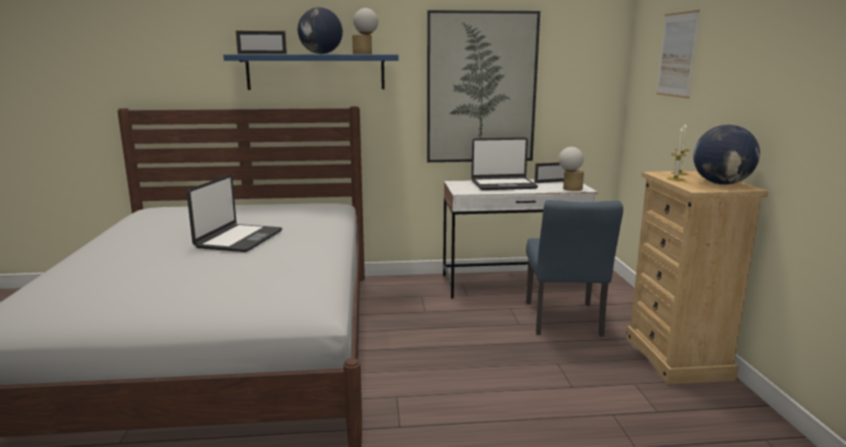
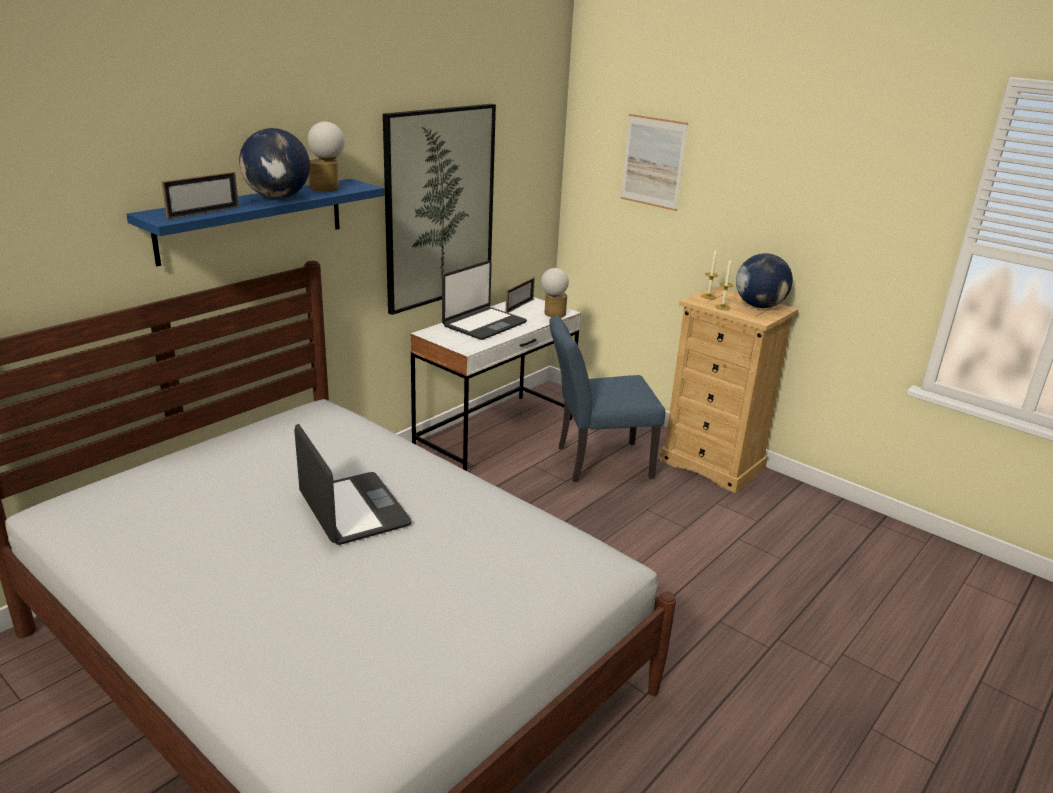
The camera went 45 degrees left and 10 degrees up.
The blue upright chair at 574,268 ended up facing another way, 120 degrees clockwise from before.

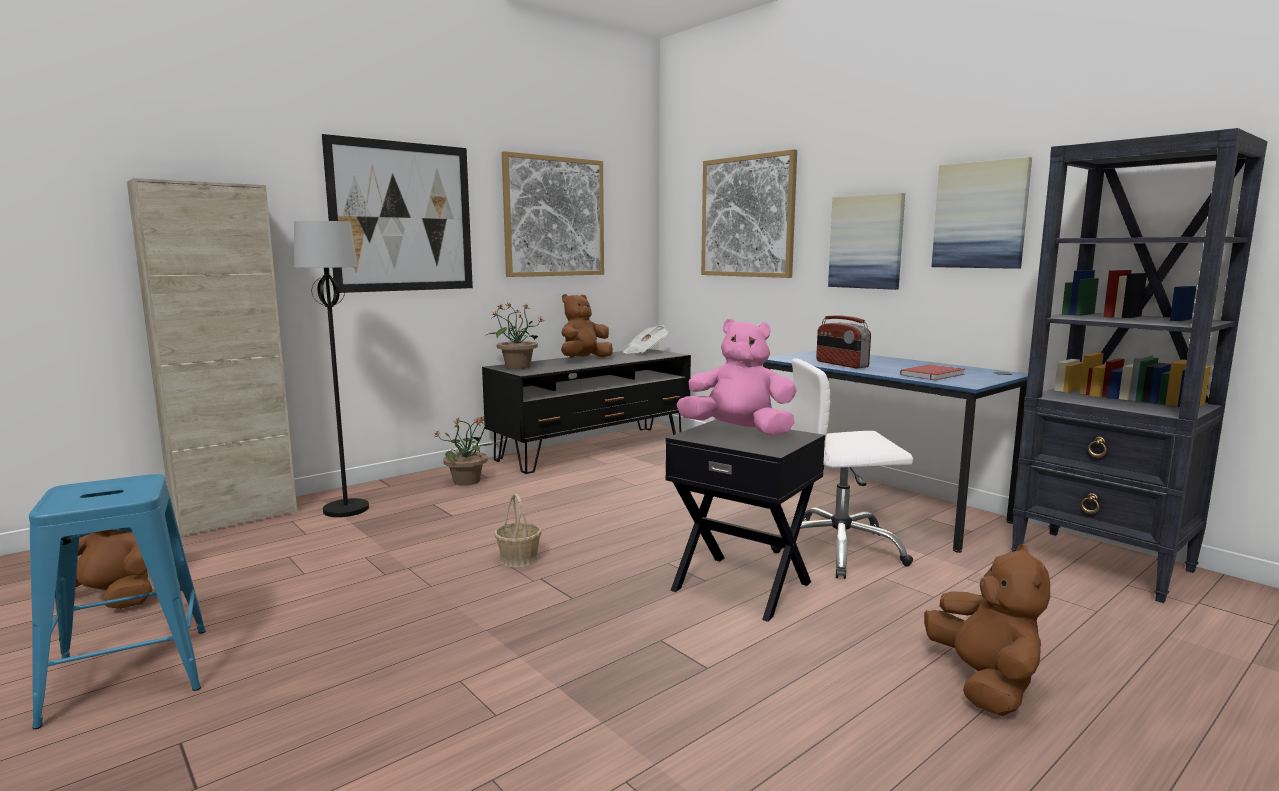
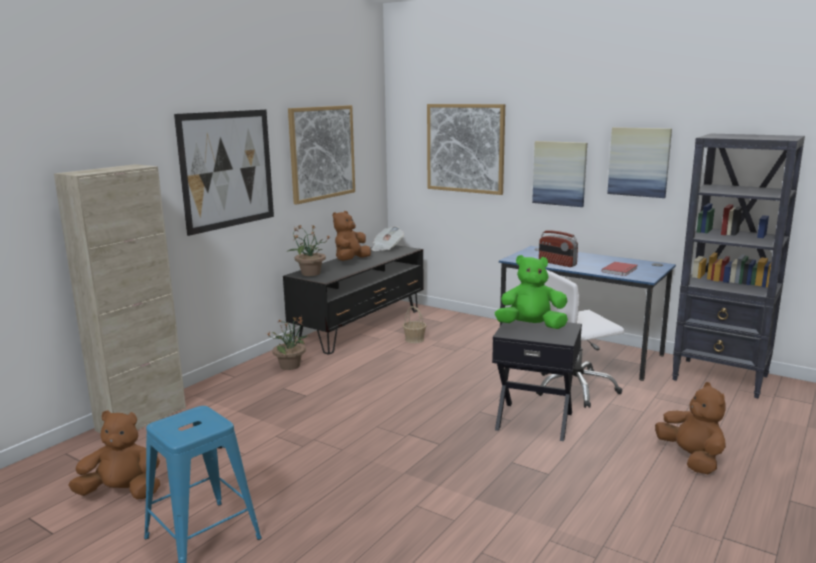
The camera went 15 degrees left and 5 degrees up.
The second view lost the black floor lamp at 331,369.
The basket ended up elsewhere, having gone from 518,530 to 414,324.
What was the pinkish soft toy at 736,377 turned into the green soft toy at 531,292.

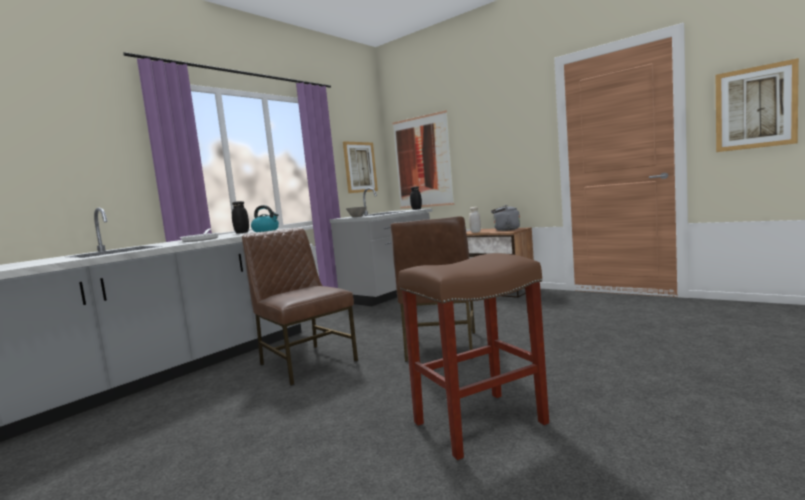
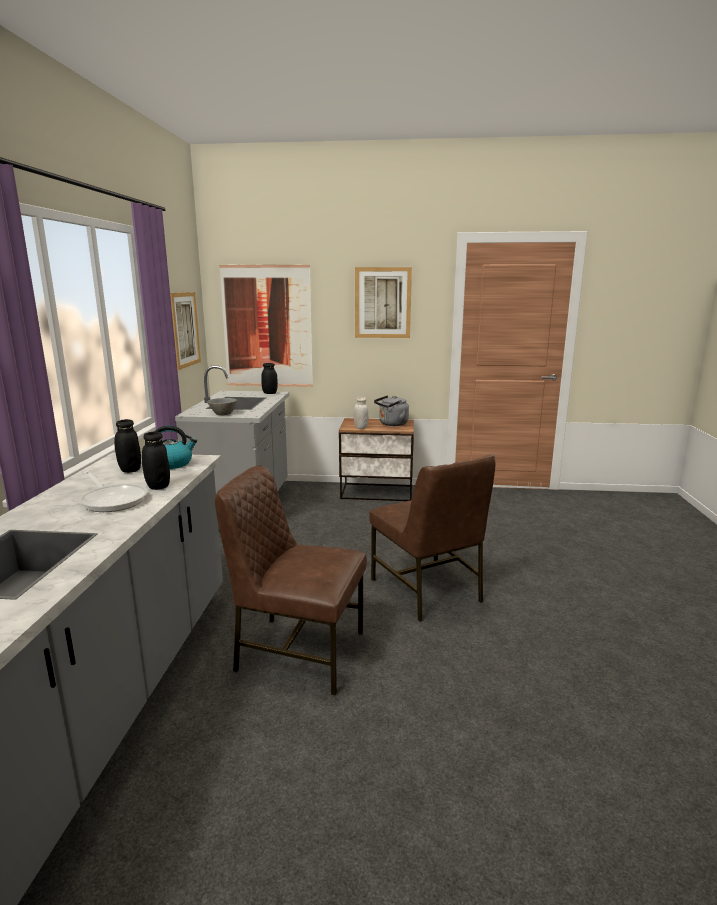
The camera went 35 degrees left and 10 degrees up.
The second view lost the brownish stool seat at 474,356.
The wall picture ended up elsewhere, having gone from 757,105 to 383,302.
The second view gained the black jar at 155,461.

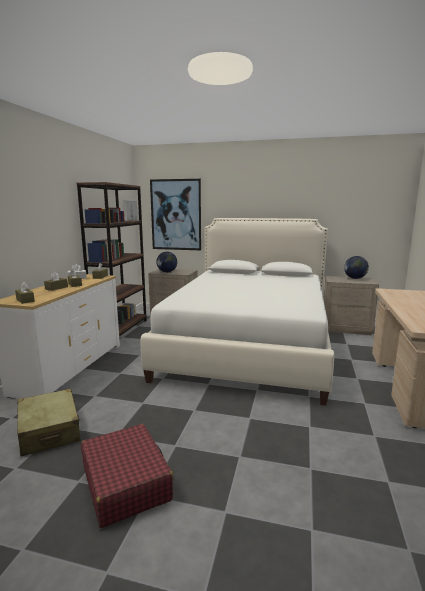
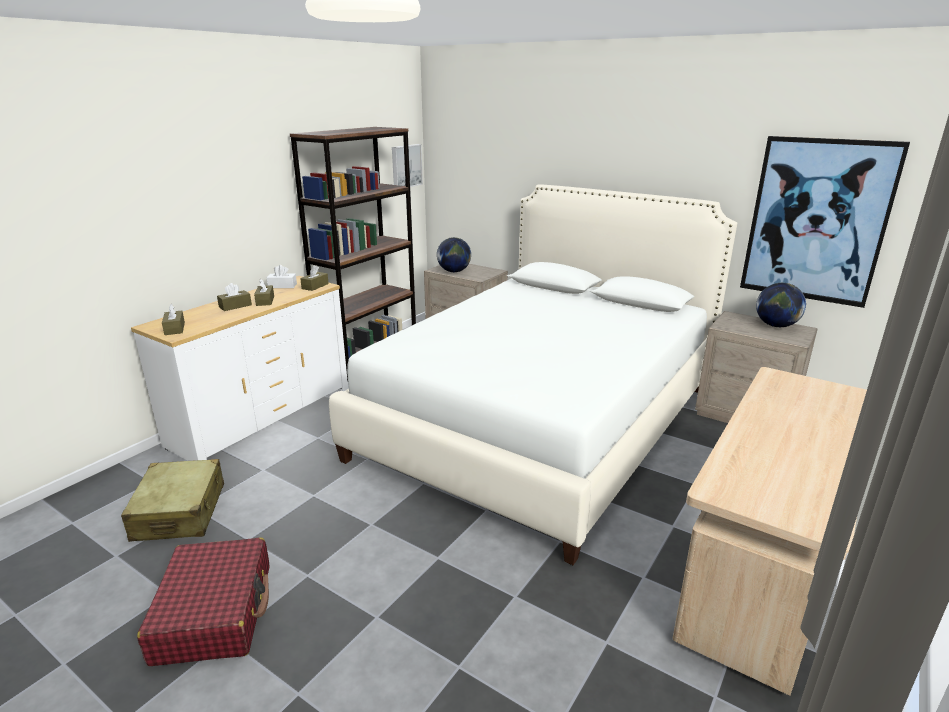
The camera went 20 degrees right and 10 degrees up.
The wall picture ended up elsewhere, having gone from 175,214 to 825,222.

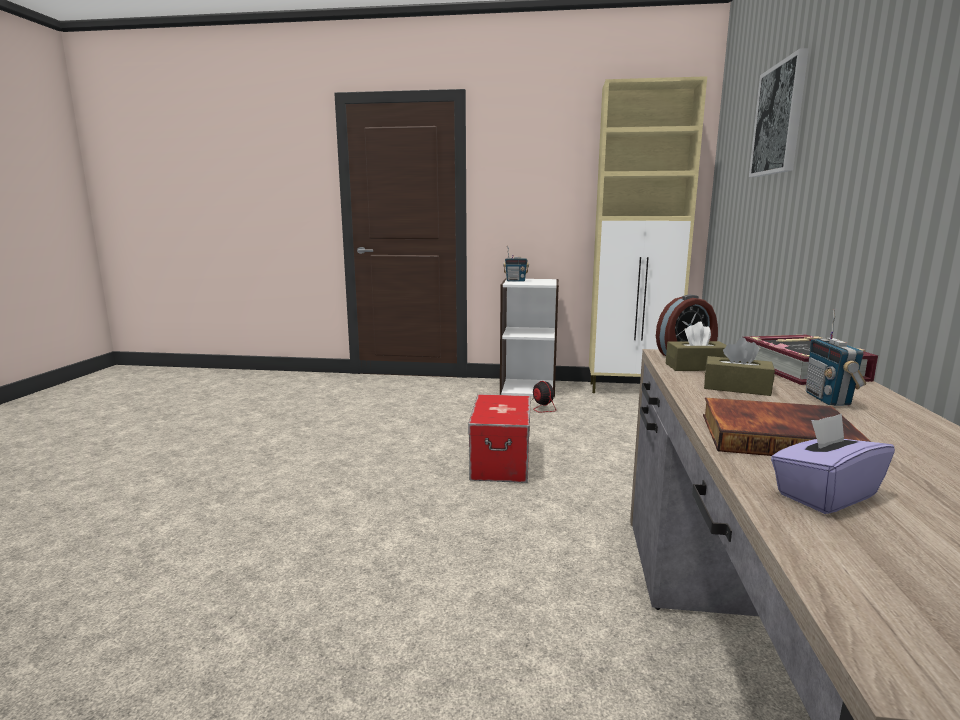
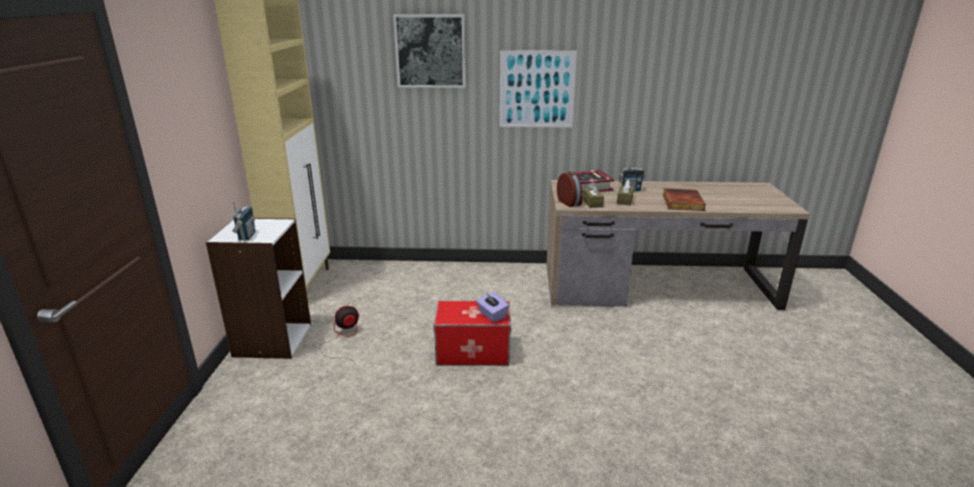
The camera went 95 degrees left and 10 degrees up.
The purple-coloured box of tissues ended up elsewhere, having gone from 833,463 to 492,307.
The second view gained the wall picture at 538,89.

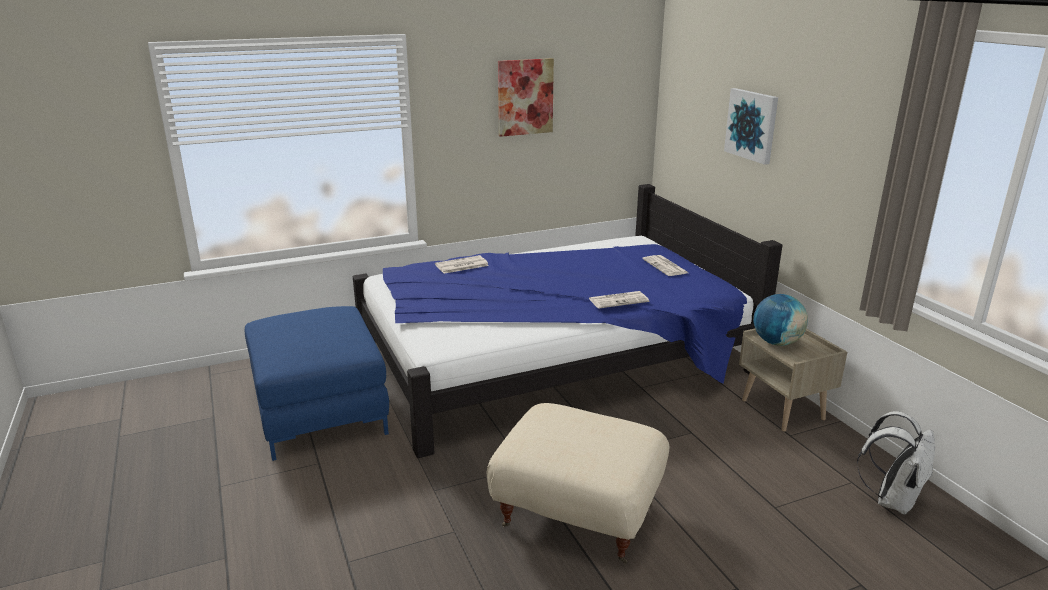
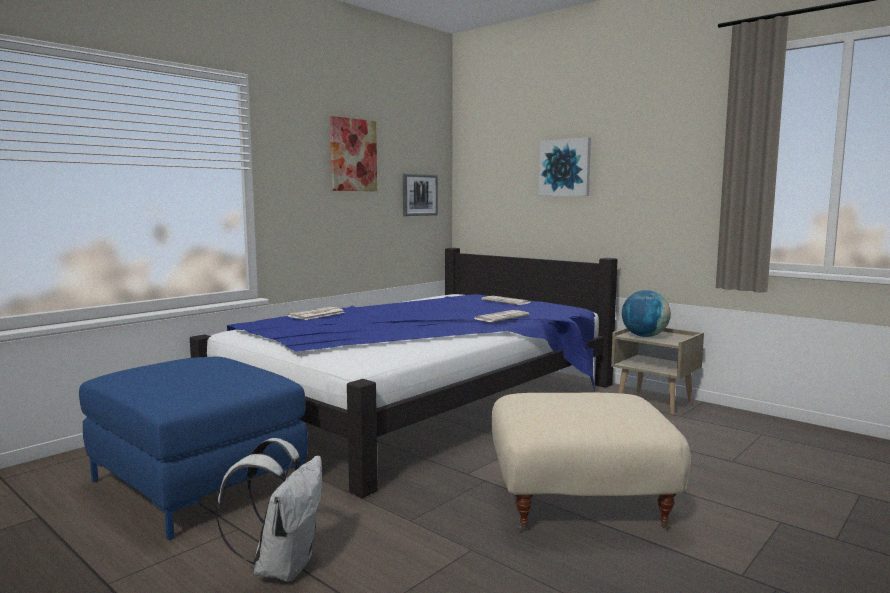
The camera went 25 degrees left and 15 degrees down.
The white-coloured knapsack ended up elsewhere, having gone from 896,463 to 269,510.
The second view gained the wall picture at 420,195.

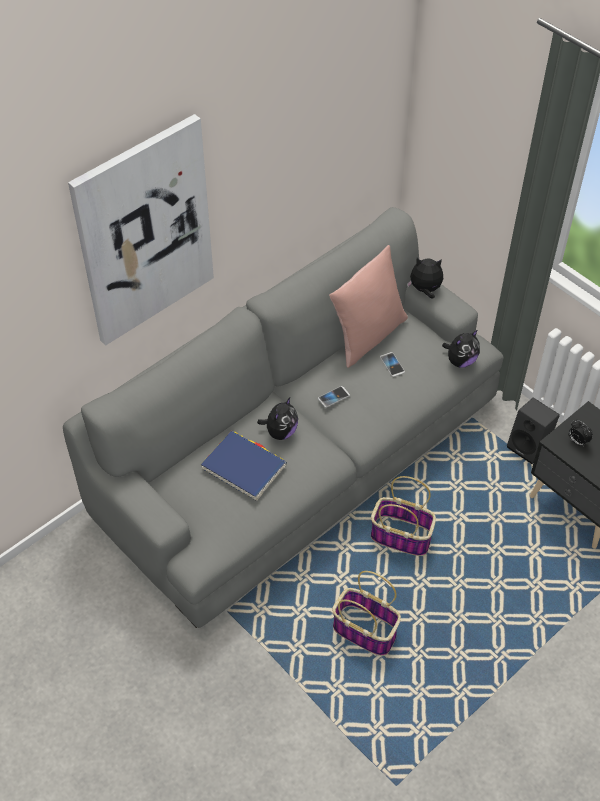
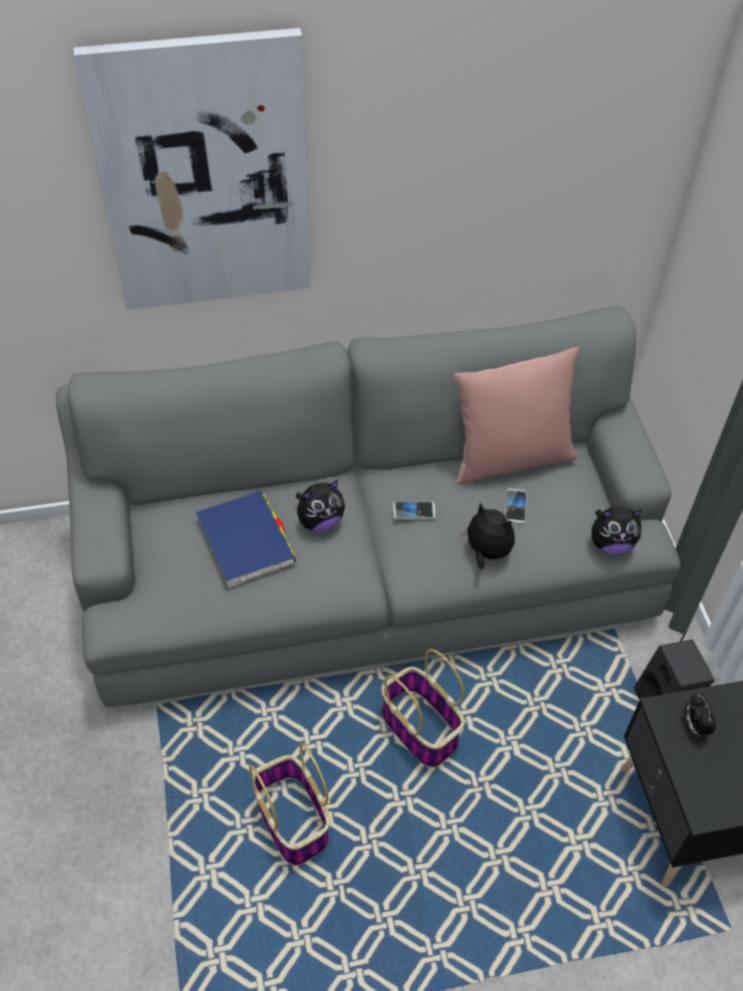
The camera went 30 degrees right and 0 degrees up.
The soft toy ended up elsewhere, having gone from 425,278 to 486,536.

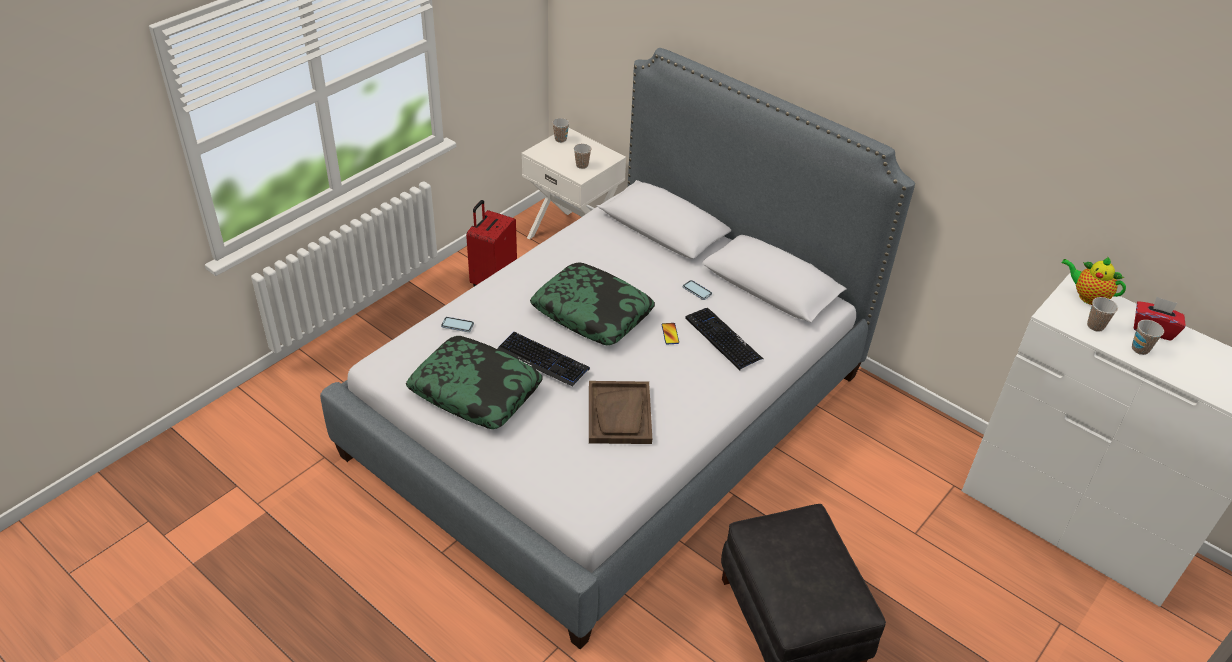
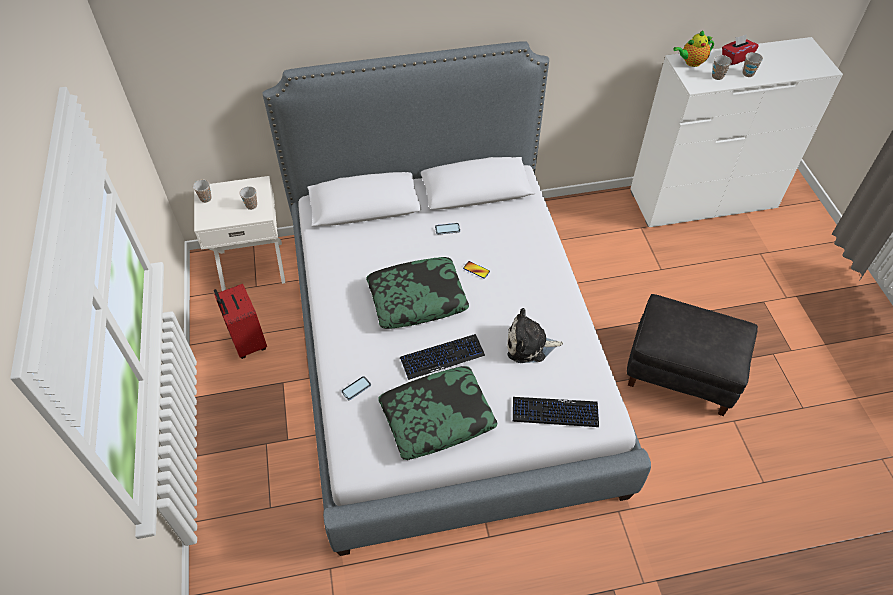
The camera went 50 degrees left and 10 degrees up.
Where the brownish tray stood at 620,412, the soft toy came to stand at 535,335.
The PC keyboard ended up elsewhere, having gone from 724,339 to 555,412.

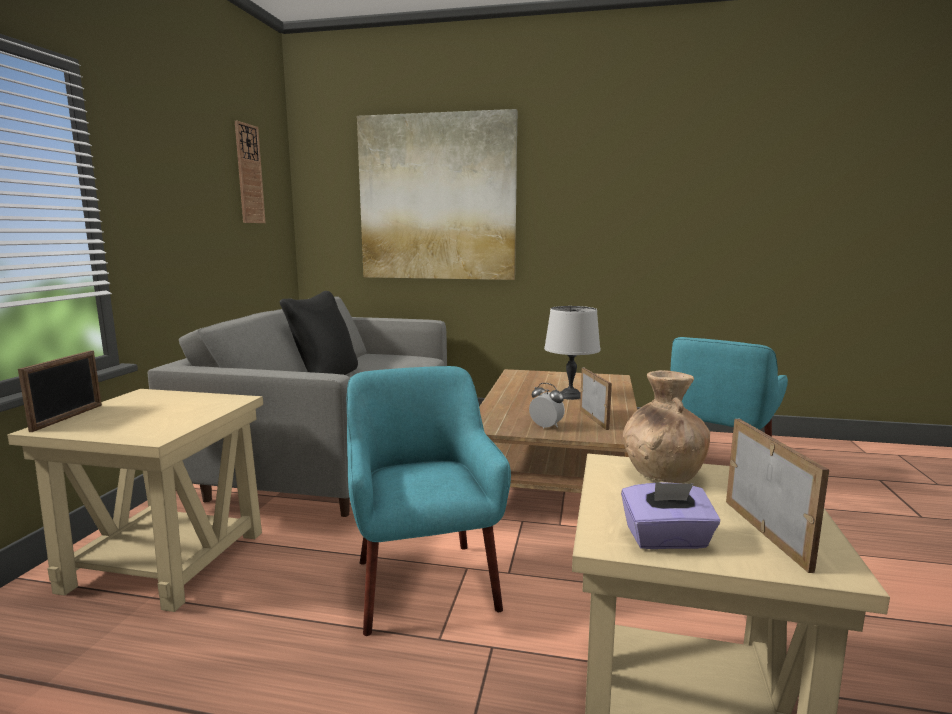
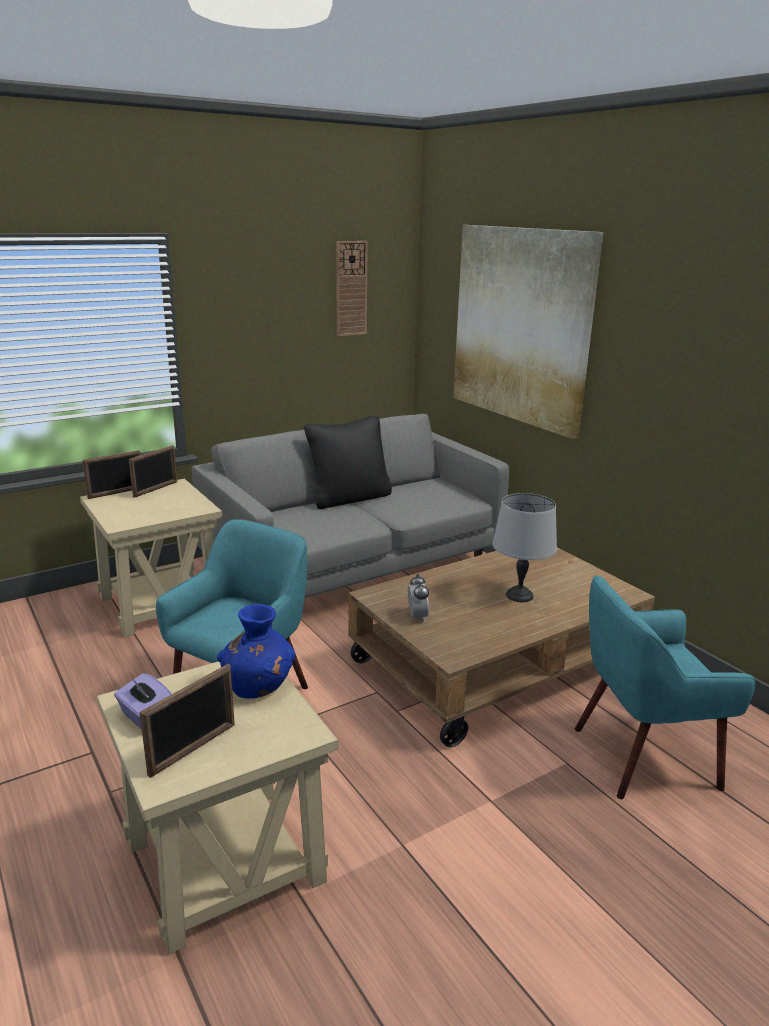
The camera went 45 degrees right and 10 degrees up.
The standing frame ended up elsewhere, having gone from 596,399 to 153,471.
What was the brownish flower vase at 666,426 turned into the blue flower vase at 256,651.

